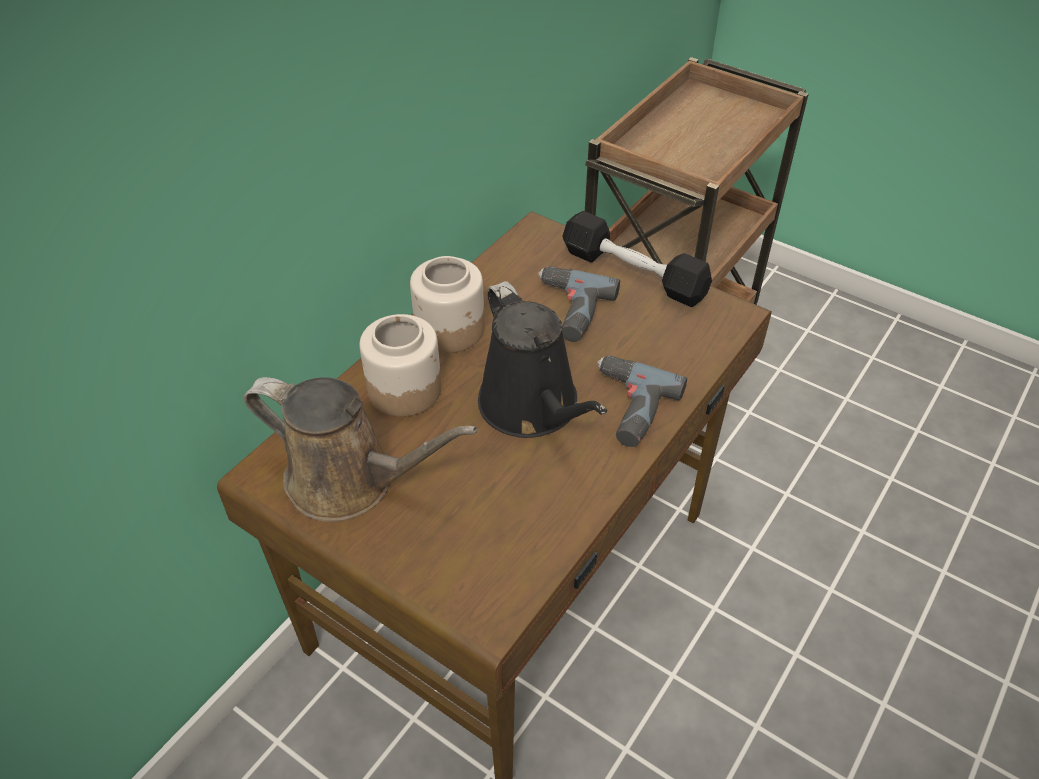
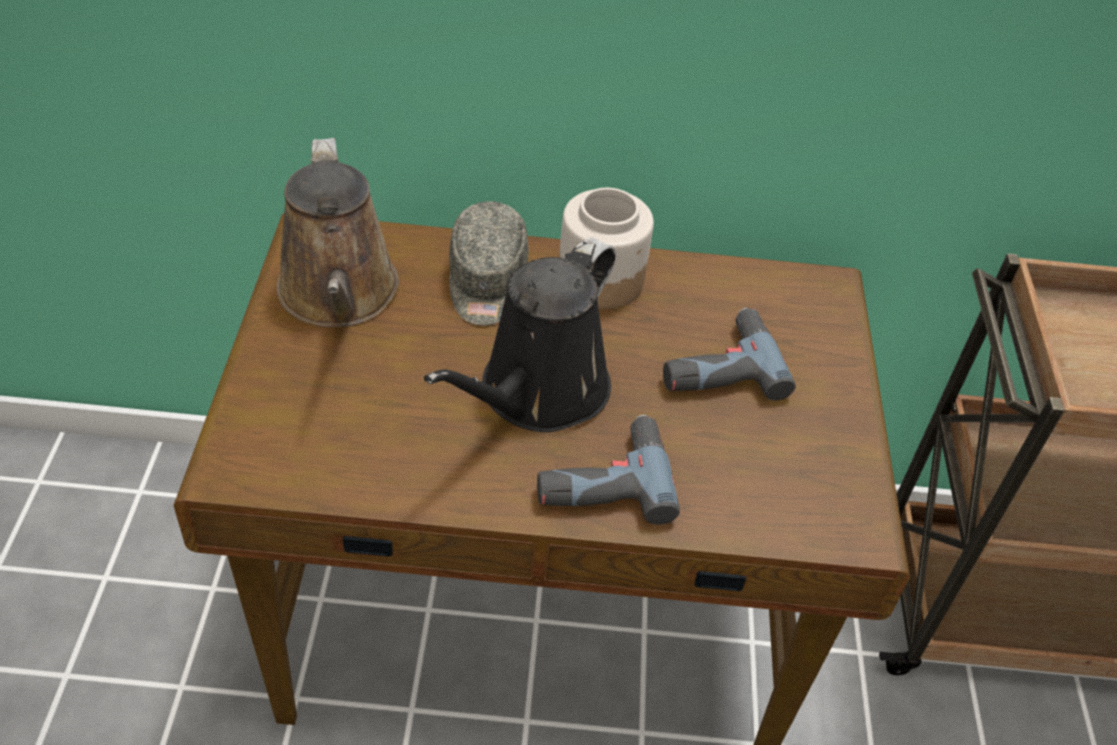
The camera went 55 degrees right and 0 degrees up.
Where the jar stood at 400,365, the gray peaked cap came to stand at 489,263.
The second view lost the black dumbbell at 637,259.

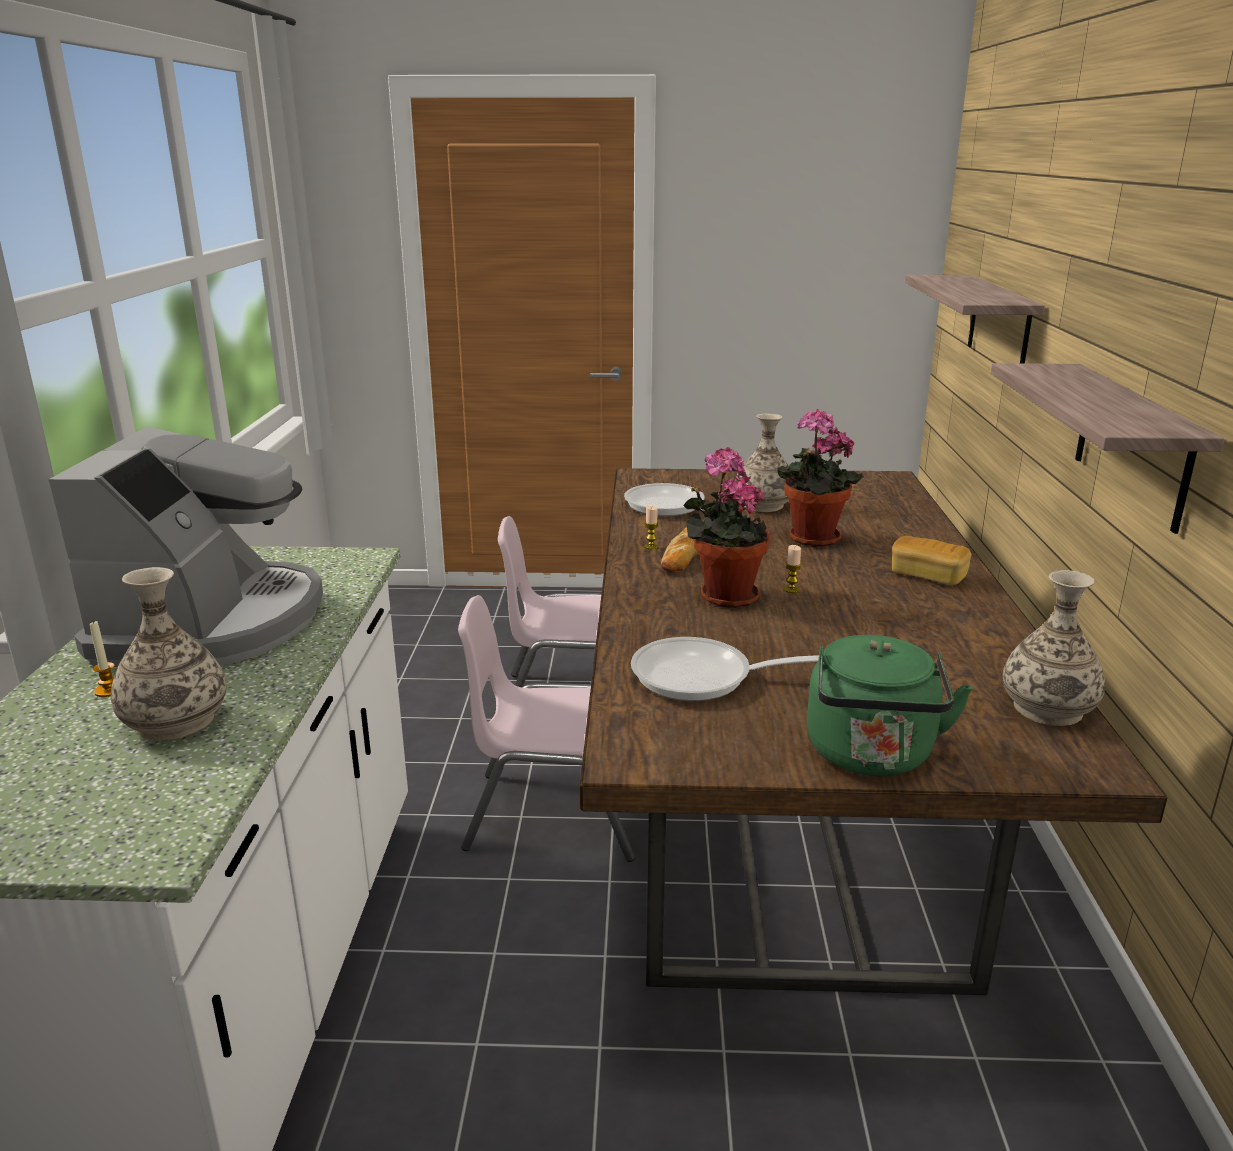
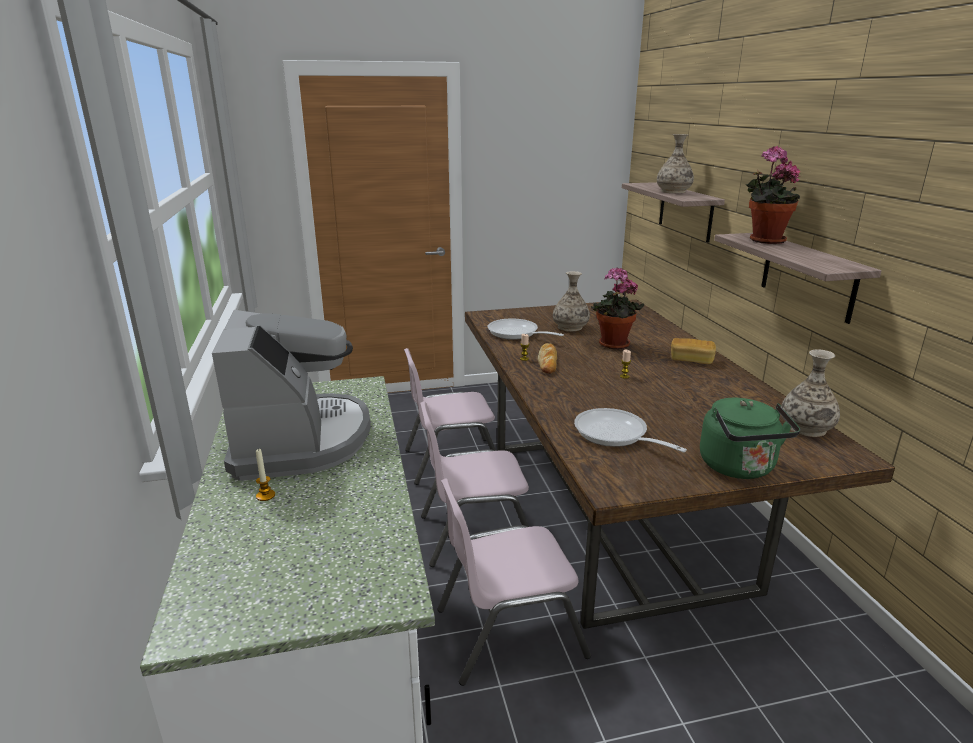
The camera went 15 degrees left and 0 degrees up.
The flower vase ended up elsewhere, having gone from 168,653 to 675,163.
The skillet at 725,669 ended up facing another way, 60 degrees clockwise from before.
The houseplant ended up elsewhere, having gone from 726,527 to 773,195.
The second view gained the pinkish upright chair at 514,582.

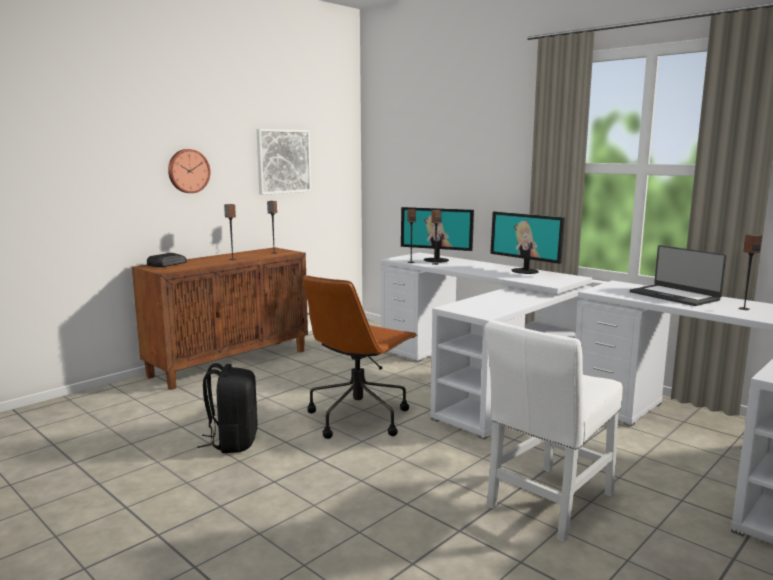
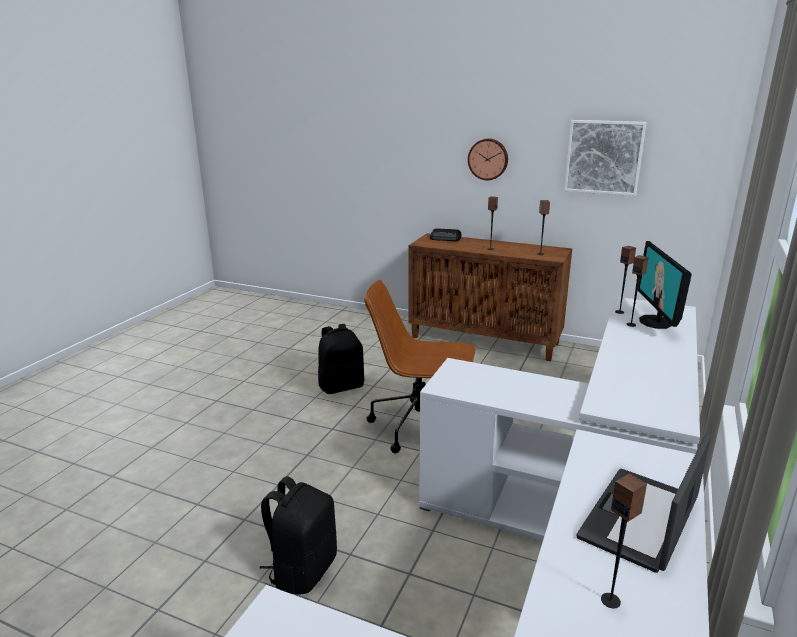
The camera went 70 degrees right and 10 degrees up.
Where the white-coloured upright chair stood at 554,431, the black knapsack came to stand at 298,535.
The second view lost the computer screen at 527,243.

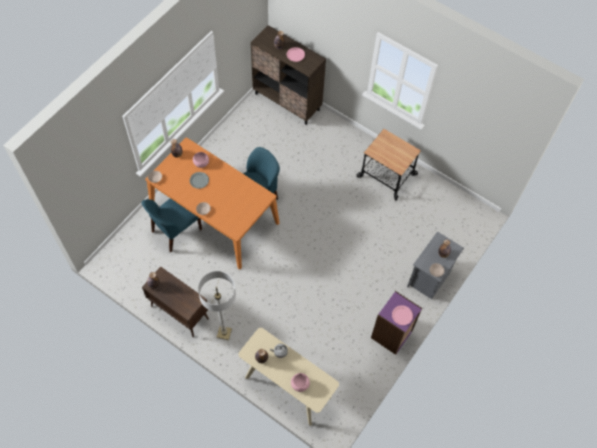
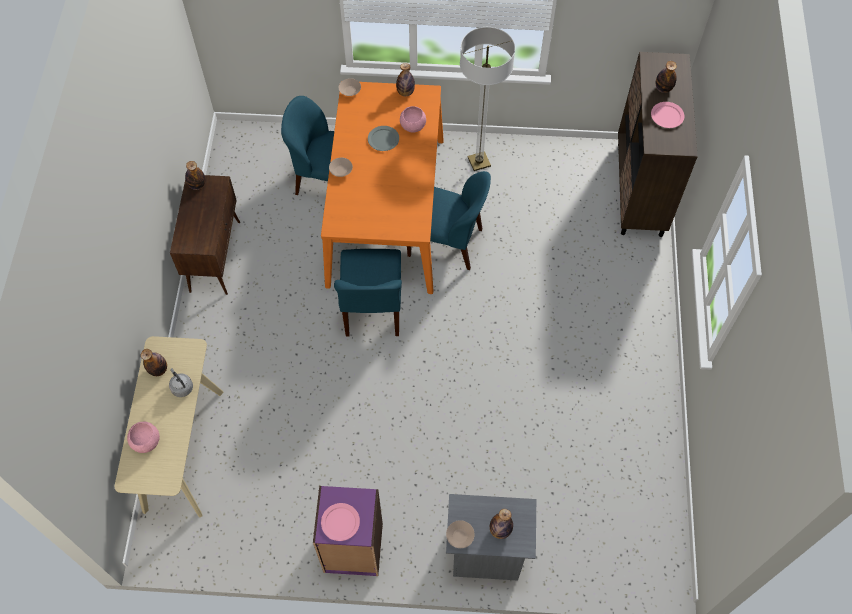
The camera went 60 degrees right and 0 degrees up.
The floor lamp ended up elsewhere, having gone from 217,305 to 487,99.
The second view lost the cart at 389,165.
The second view gained the blue upright chair at 368,292.

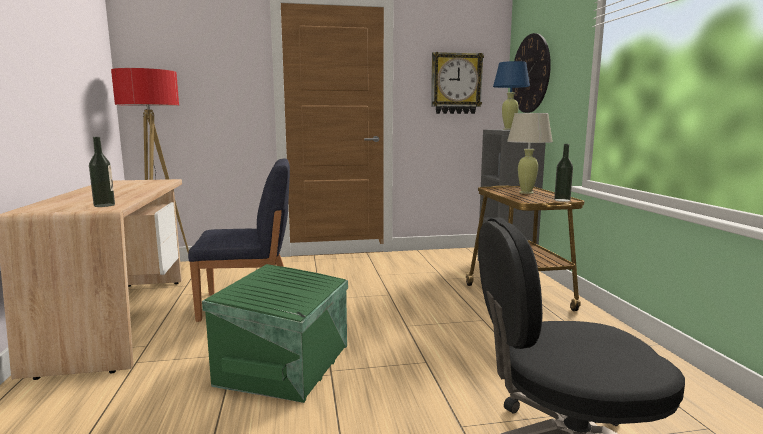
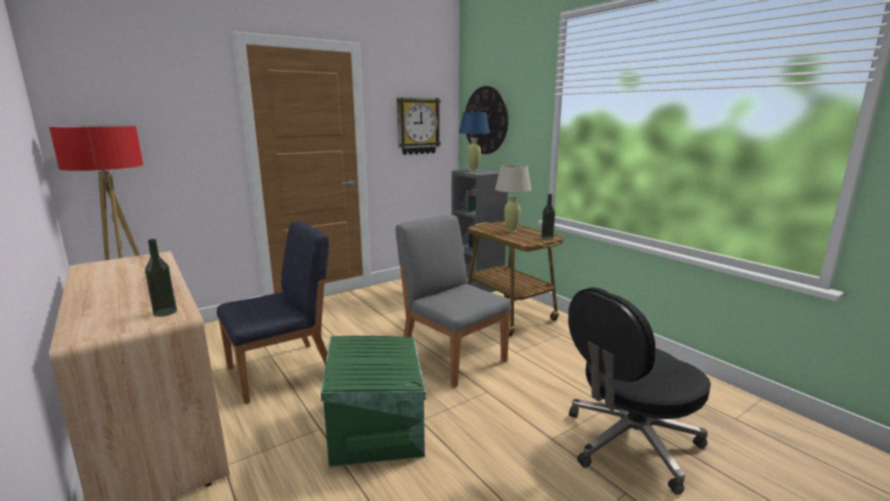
The camera went 25 degrees left and 5 degrees up.
The second view gained the gray upright chair at 453,301.

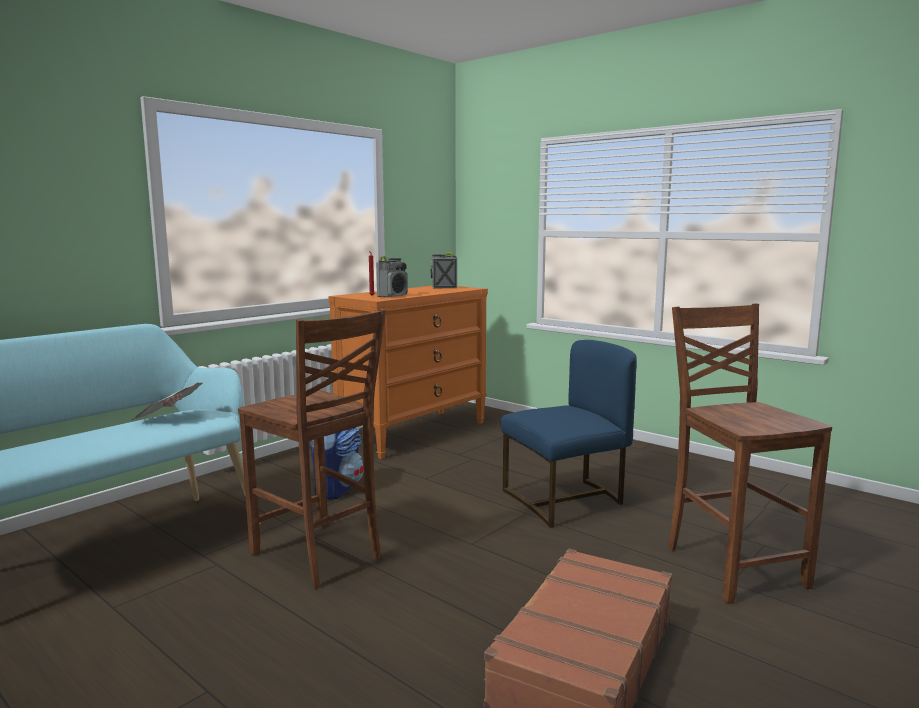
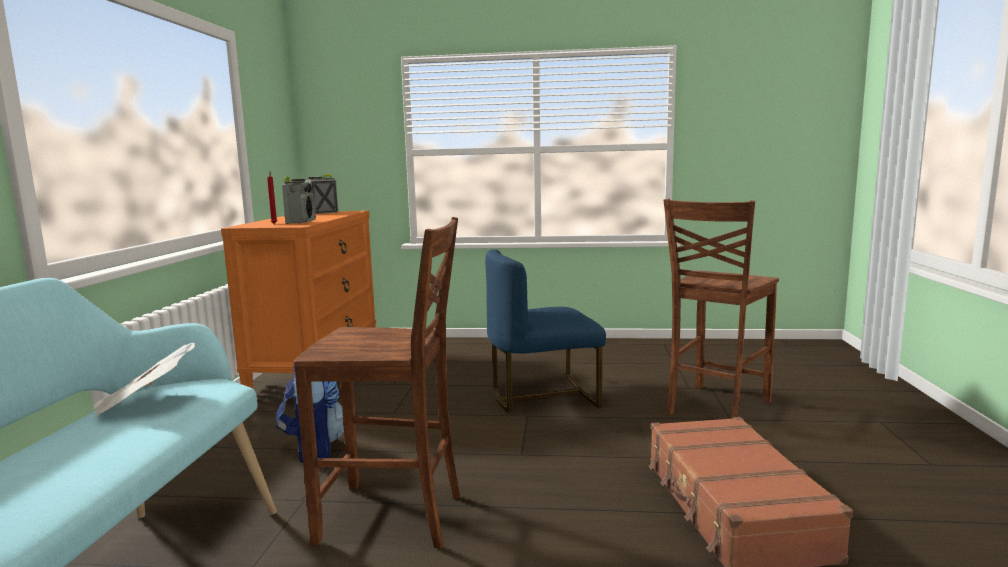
The camera went 35 degrees left and 0 degrees up.
The blue upright chair at 569,434 ended up facing another way, 135 degrees counterclockwise from before.
The brownish upright chair at 750,454 ended up facing another way, 90 degrees counterclockwise from before.

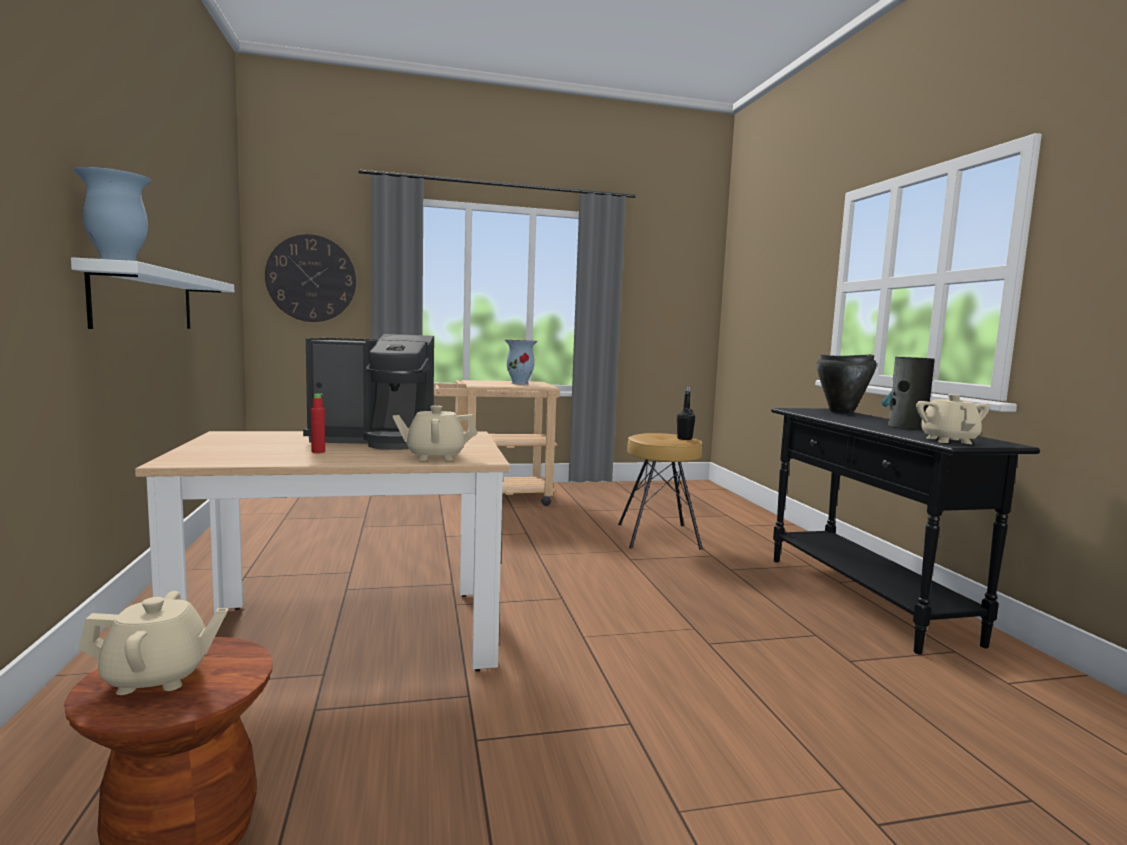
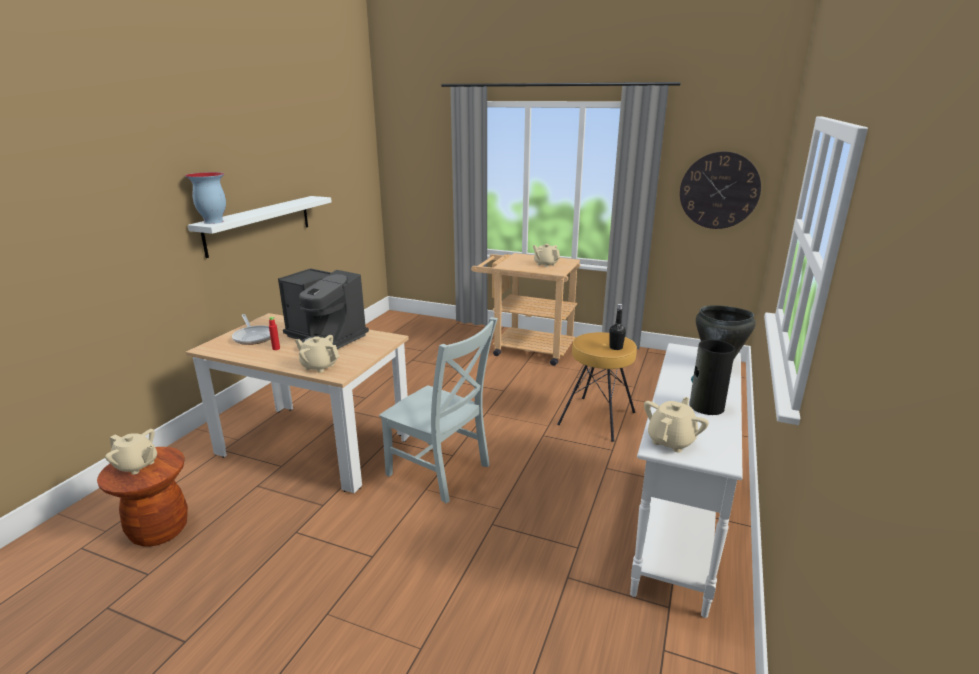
The camera went 35 degrees right and 15 degrees up.
The clock on the wall ended up elsewhere, having gone from 310,278 to 720,190.
Where the flower vase stood at 521,362, the beige pot for tea came to stand at 546,255.
What was the black console table at 905,531 turned into the white-coloured console table at 686,480.
The second view gained the skillet at 251,329.
The second view gained the gray upright chair at 438,410.

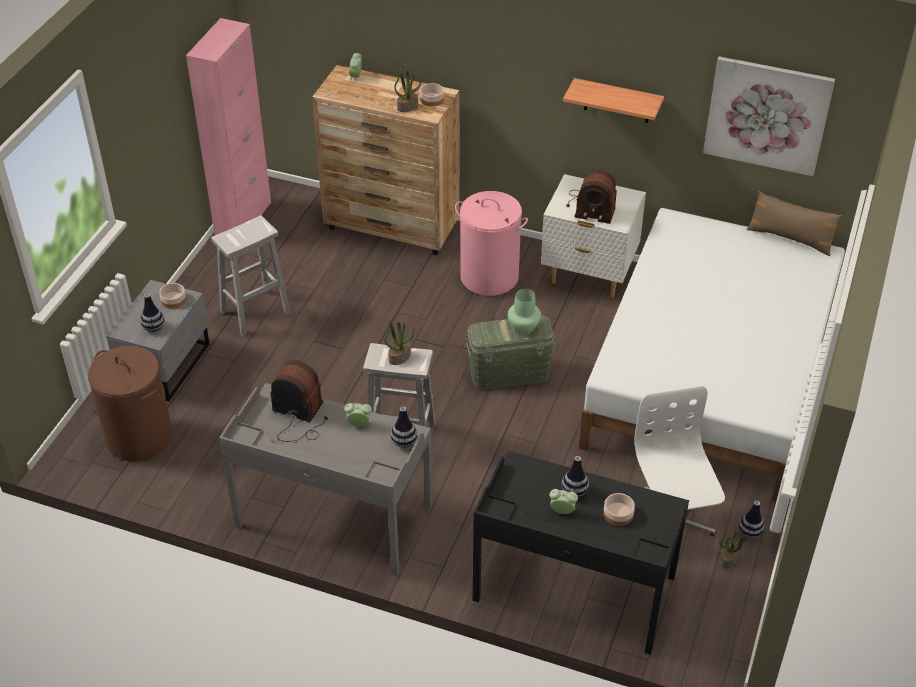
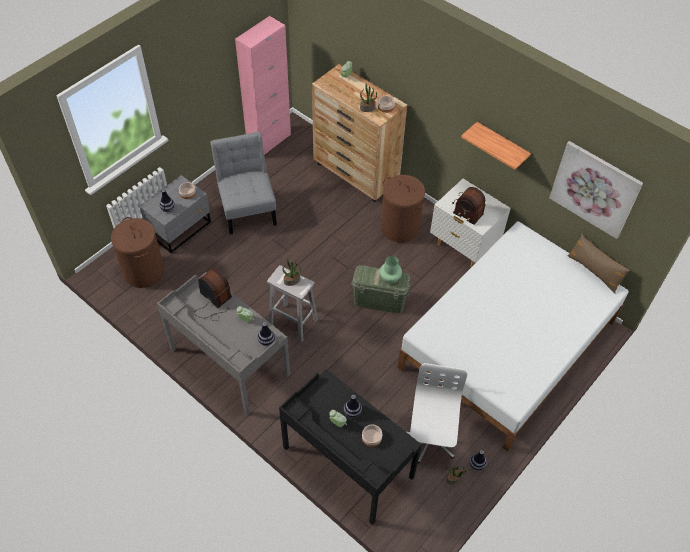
The camera went 20 degrees right and 10 degrees up.
Where the white-coloured stool seat stood at 251,275, the gray upright chair came to stand at 243,183.
What was the pinkish laundry basket at 491,243 turned into the brownish laundry basket at 403,209.

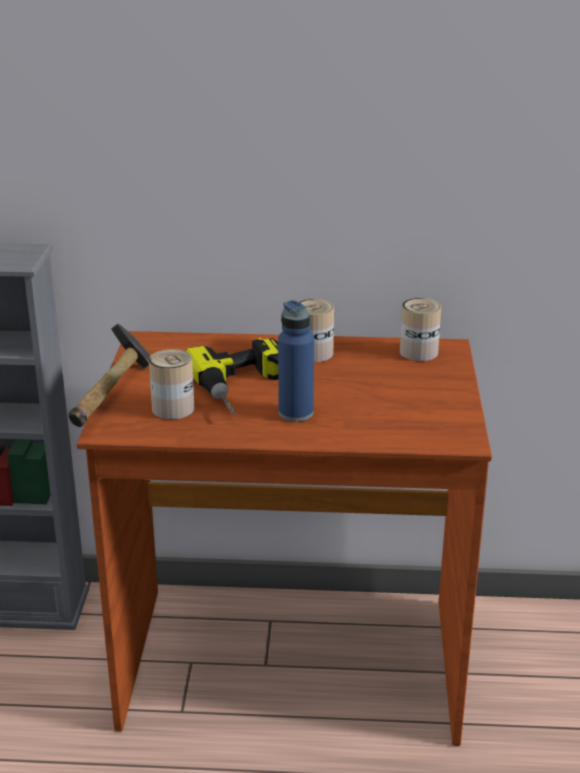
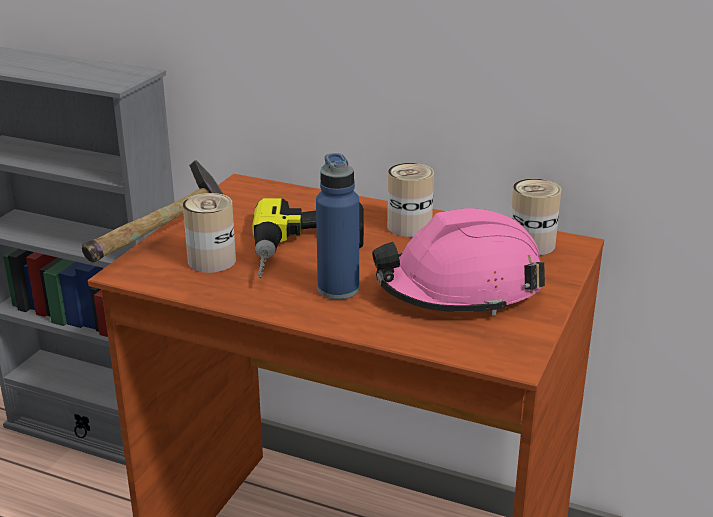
The camera went 20 degrees right and 0 degrees up.
The second view gained the pinkish hard hat at 458,262.

